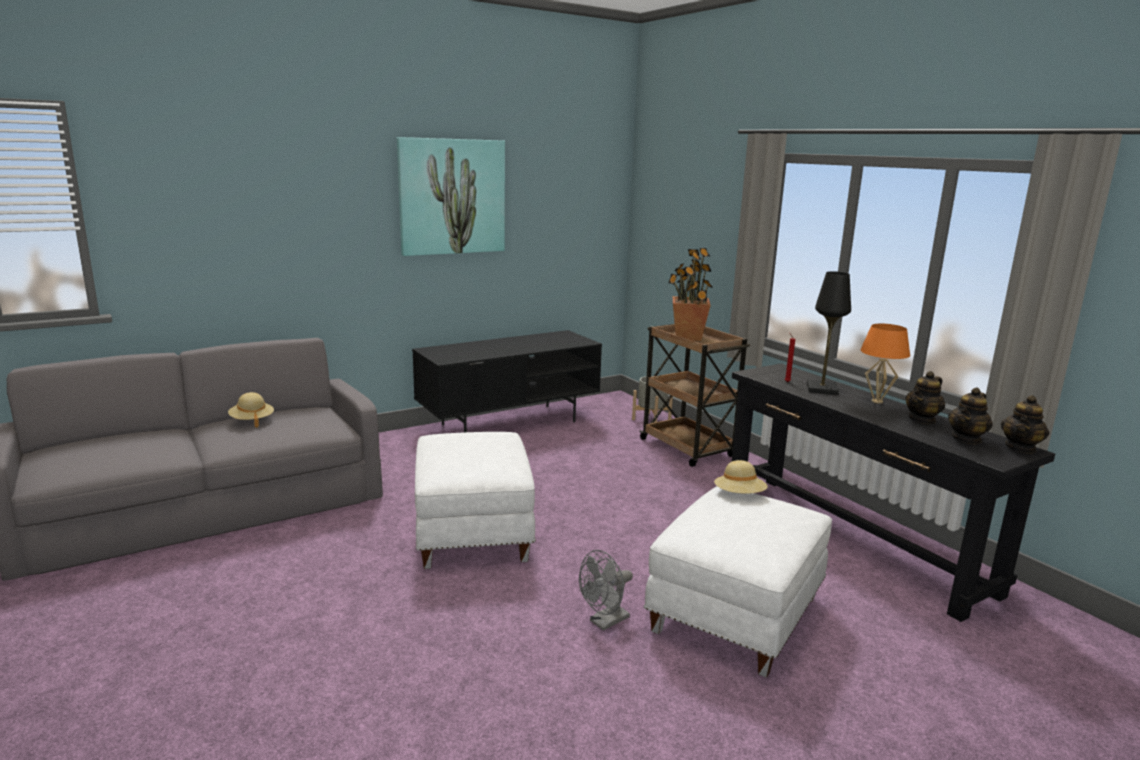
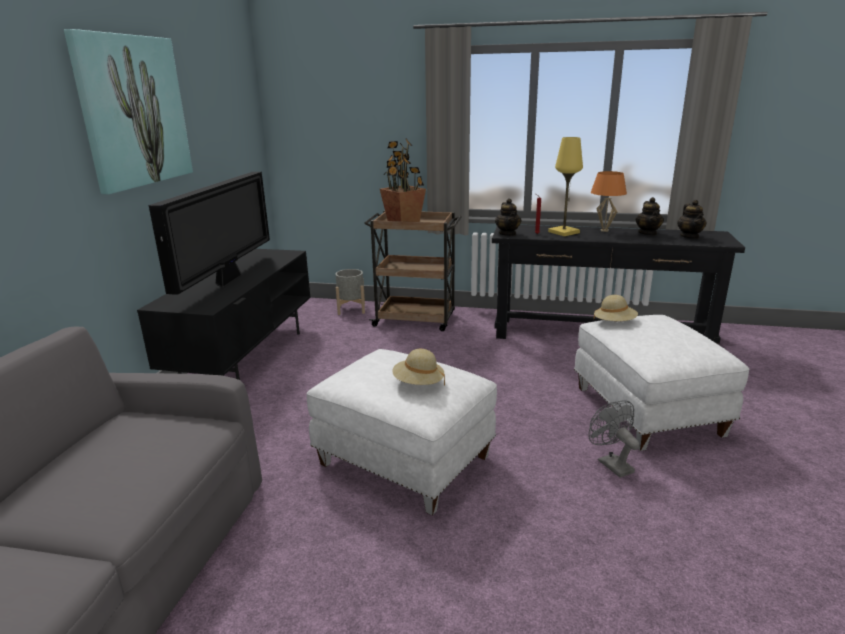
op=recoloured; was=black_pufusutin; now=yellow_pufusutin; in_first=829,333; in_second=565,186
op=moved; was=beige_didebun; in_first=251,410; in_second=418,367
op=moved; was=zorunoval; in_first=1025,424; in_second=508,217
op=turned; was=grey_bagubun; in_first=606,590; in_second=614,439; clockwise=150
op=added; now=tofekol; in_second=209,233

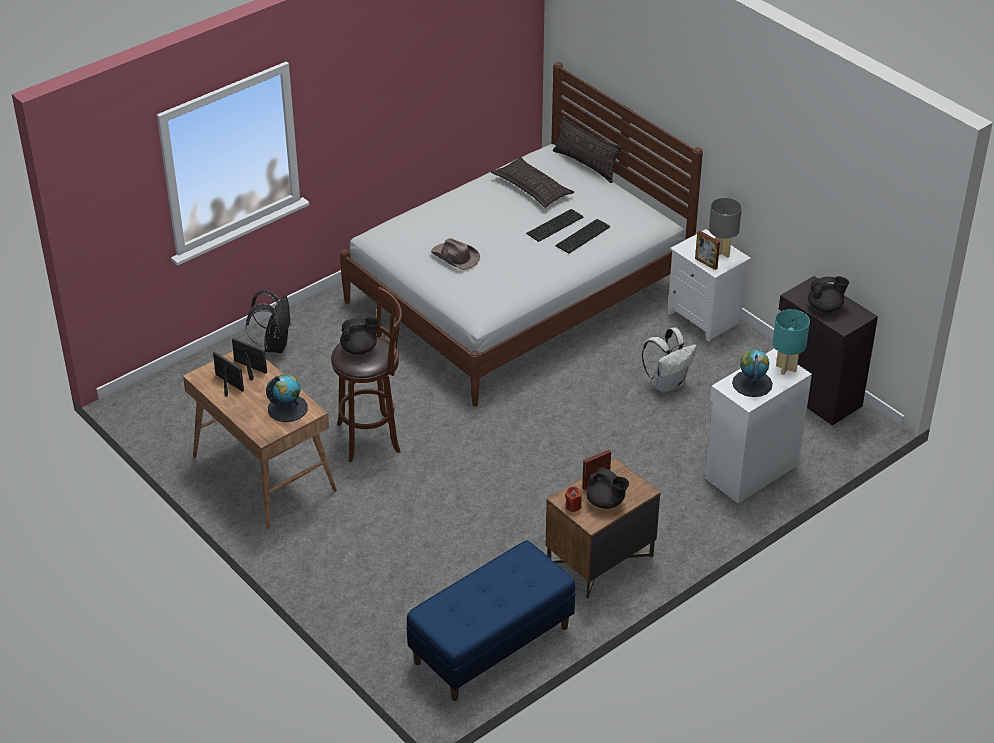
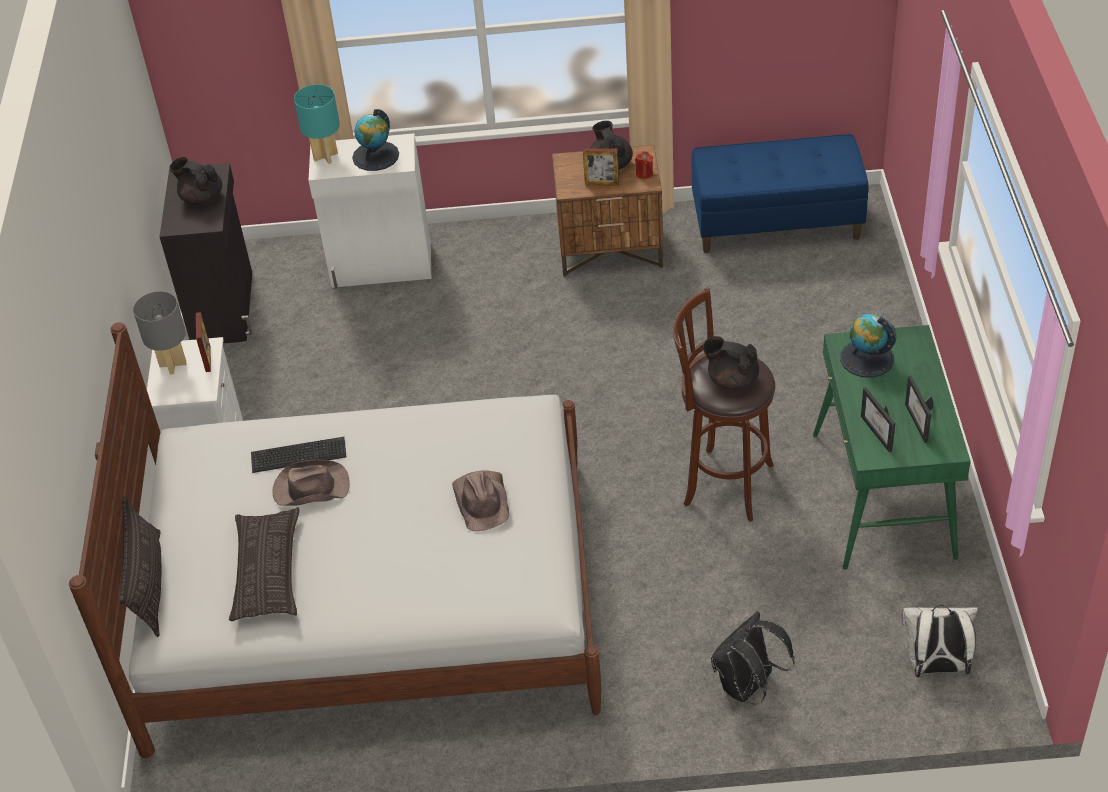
op=replaced; was=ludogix; now=brown_didebun; in_first=554,225; in_second=311,483
op=moved; was=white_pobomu; in_first=669,360; in_second=940,641
op=recoloured; was=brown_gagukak; now=green_gagukak; in_first=260,440; in_second=892,447

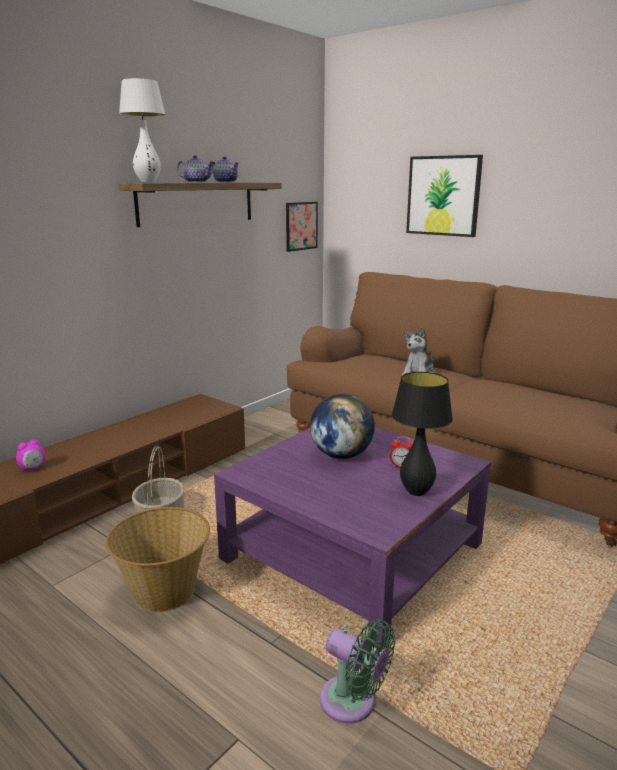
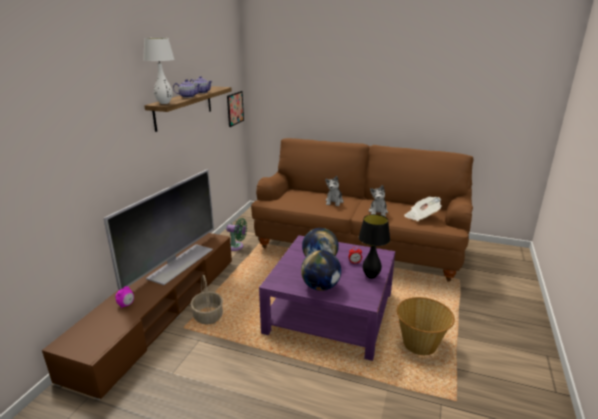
op=removed; was=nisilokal; in_first=444,196
op=moved; was=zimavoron; in_first=158,559; in_second=426,326
op=moved; was=green_bagubun; in_first=357,671; in_second=236,234
op=added; now=tofekol; in_second=158,229
op=added; now=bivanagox; in_second=378,201
op=added; now=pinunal; in_second=423,209
op=added; now=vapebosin; in_second=321,270

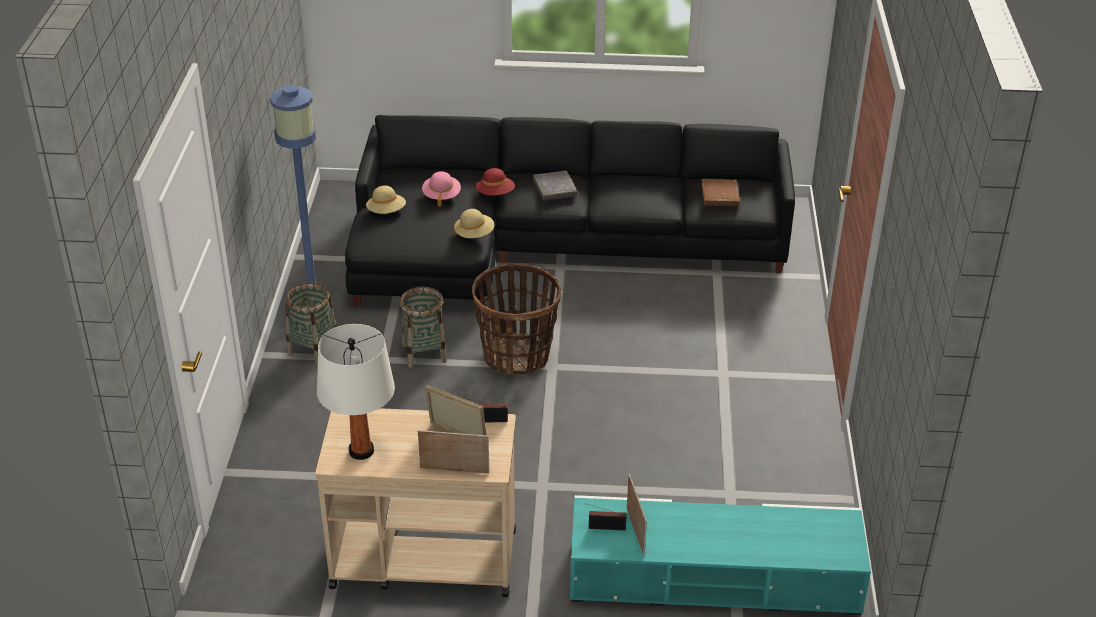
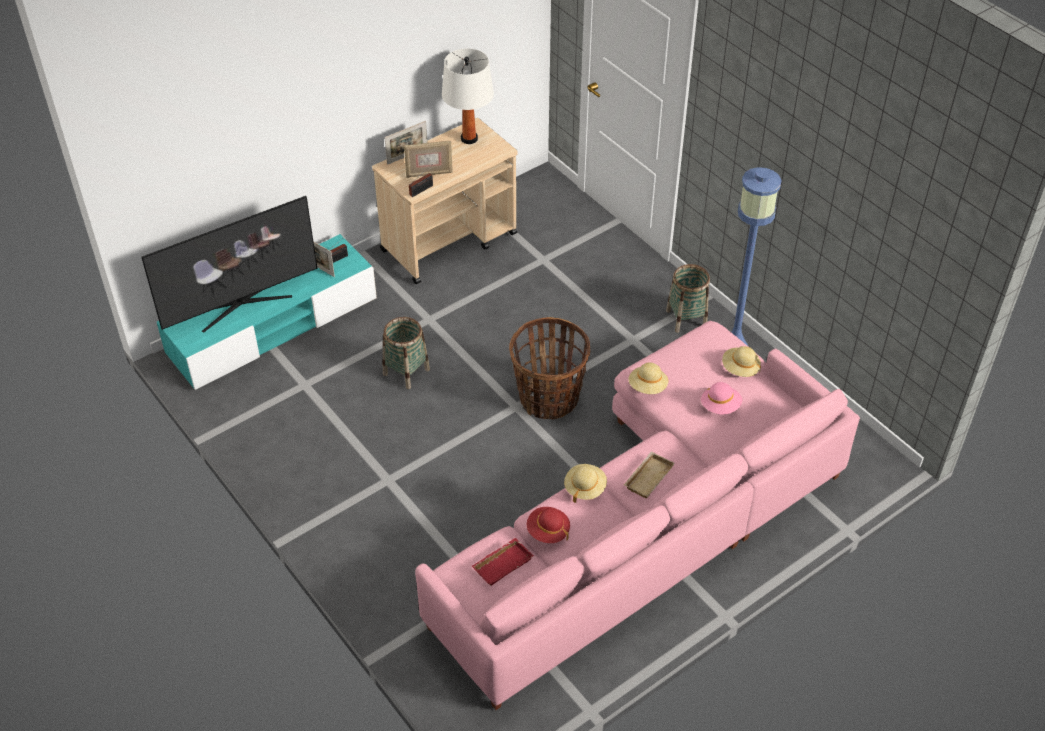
op=recoloured; was=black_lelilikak; now=pink_lelilikak; in_first=570,213; in_second=637,515
op=moved; was=red_didebun; in_first=495,182; in_second=548,525
op=replaced; was=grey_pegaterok; now=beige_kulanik; in_first=555,185; in_second=649,474
op=replaced; was=brown_pegaterok; now=red_kulanik; in_first=720,192; in_second=503,562
op=moved; was=zimavoron; in_first=423,327; in_second=406,353
op=added; now=tofekol; in_second=229,264
op=added; now=beige_didebun; in_second=585,483

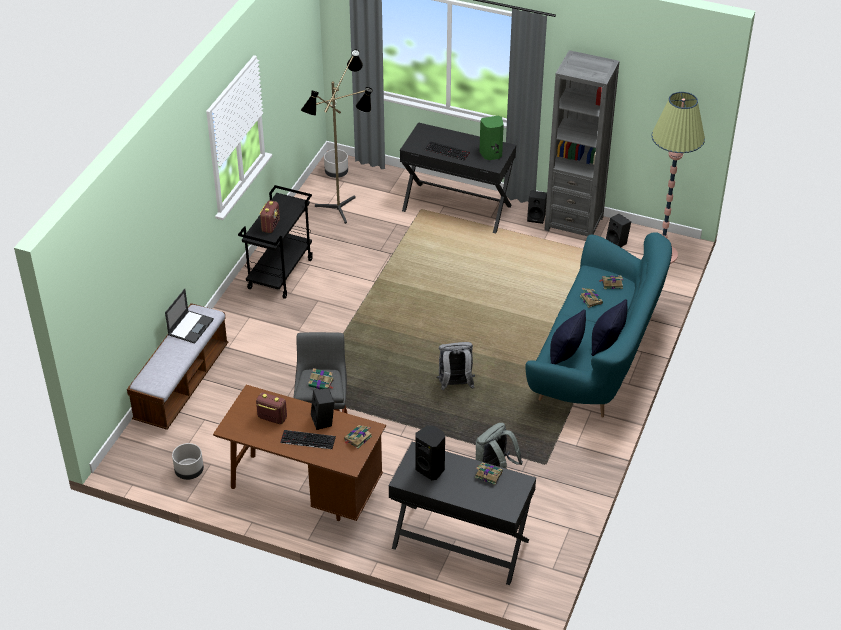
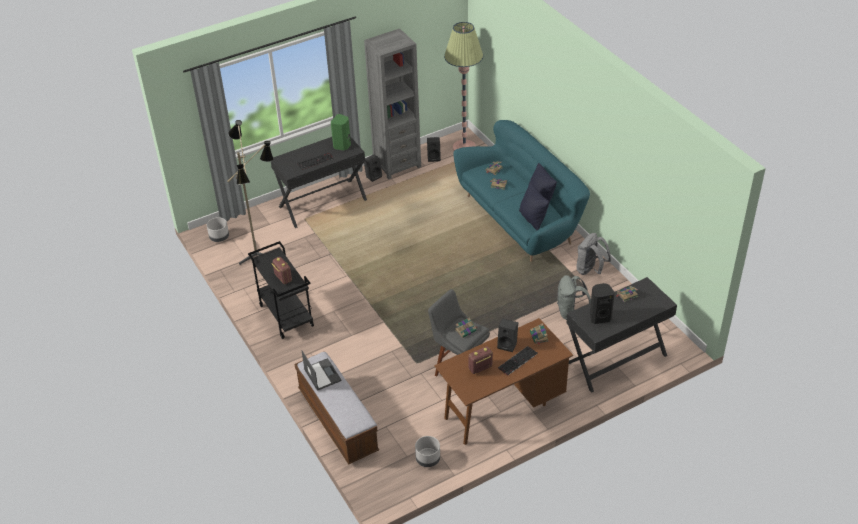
op=moved; was=grey_pobomu; in_first=455,366; in_second=593,254

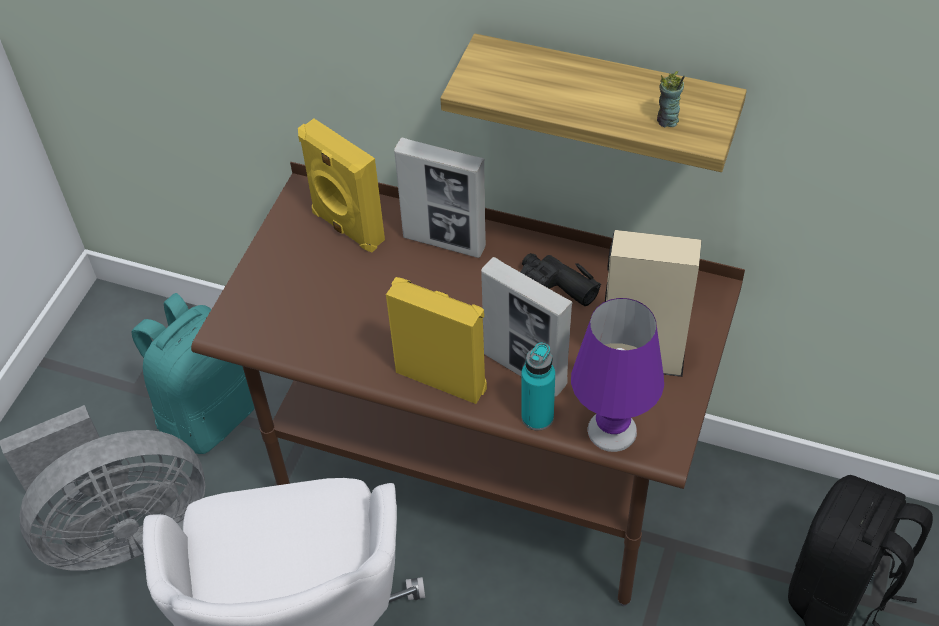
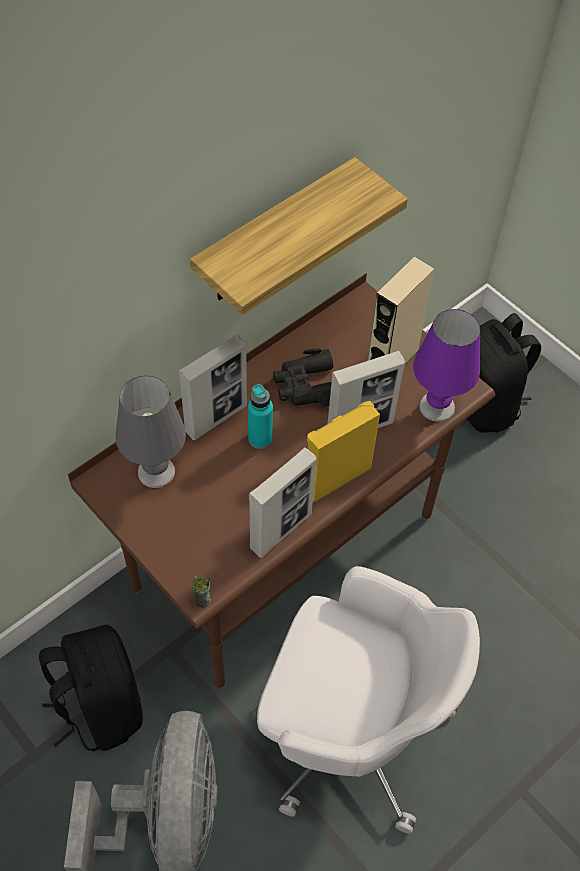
op=moved; was=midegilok; in_first=671,99; in_second=201,591
op=replaced; was=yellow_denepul; now=grey_pufusutin; in_first=341,185; in_second=150,432
op=recoloured; was=turquoise_pobomu; now=black_pobomu; in_first=193,373; in_second=91,688
op=moved; was=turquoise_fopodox; in_first=538,386; in_second=260,416
op=added; now=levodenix; in_second=283,502

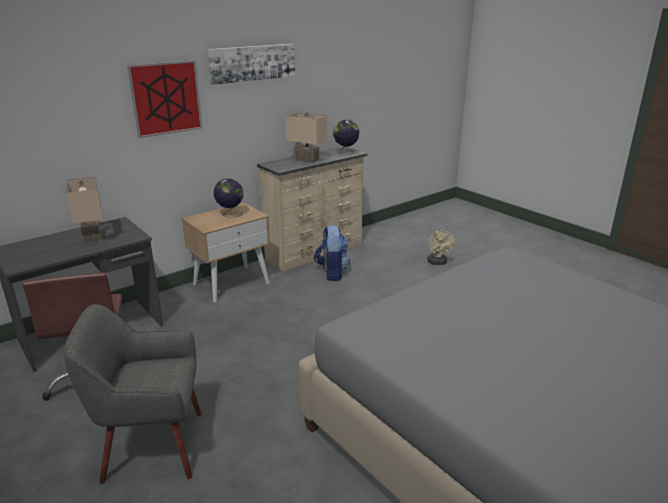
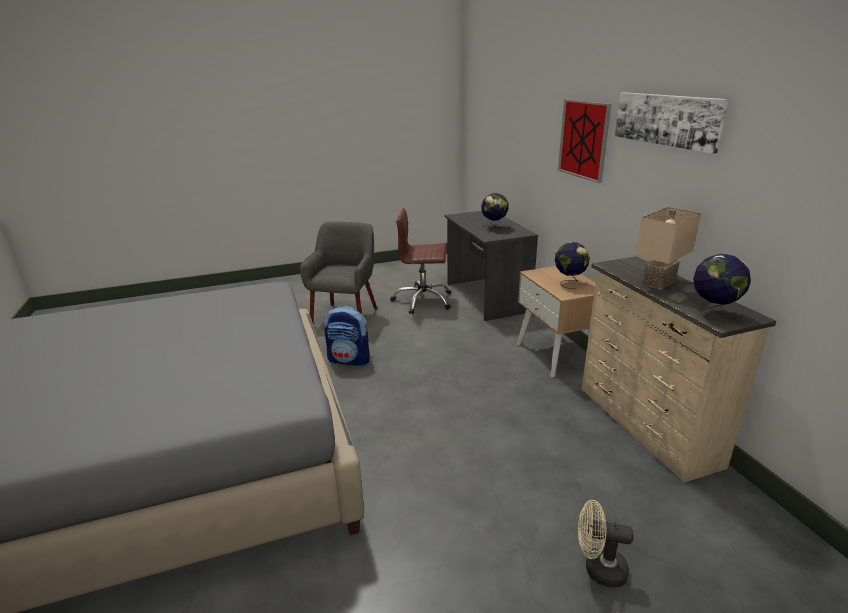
op=replaced; was=beige_pufusutin; now=vapebosin; in_first=84,210; in_second=495,211
op=moved; was=pobomu; in_first=332,253; in_second=347,336

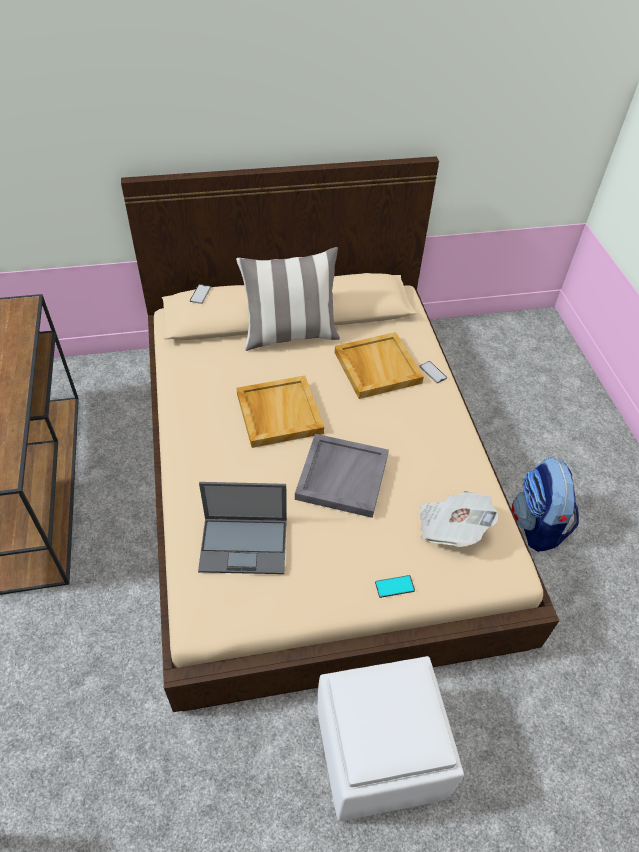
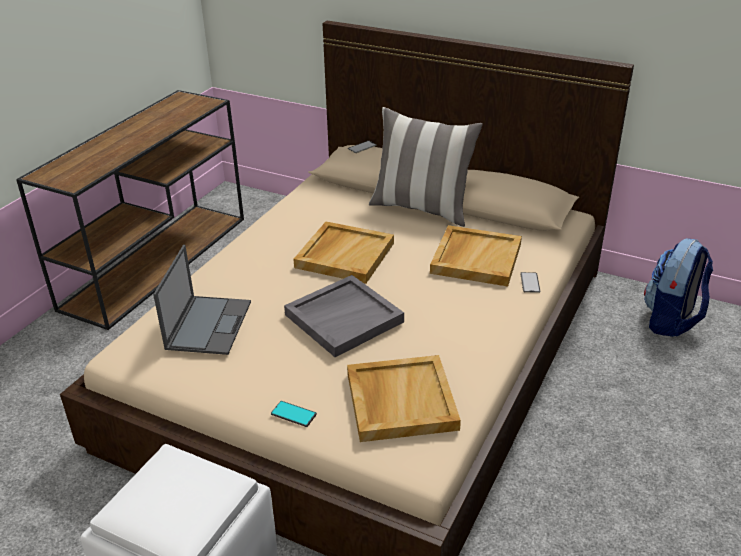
op=moved; was=pobomu; in_first=545,504; in_second=678,287
op=turned; was=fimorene; in_first=242,528; in_second=202,300; clockwise=-120
op=replaced; was=pinunal; now=beige_kulanik; in_first=459,519; in_second=404,398

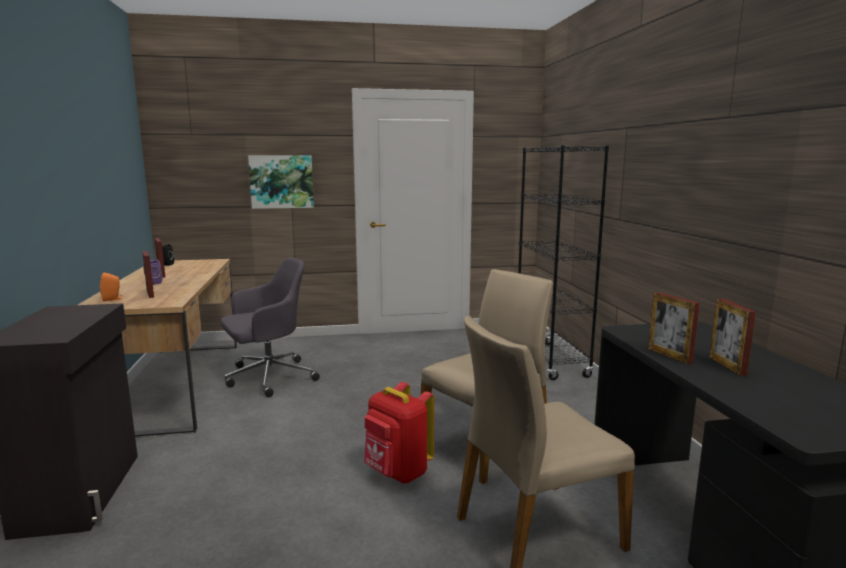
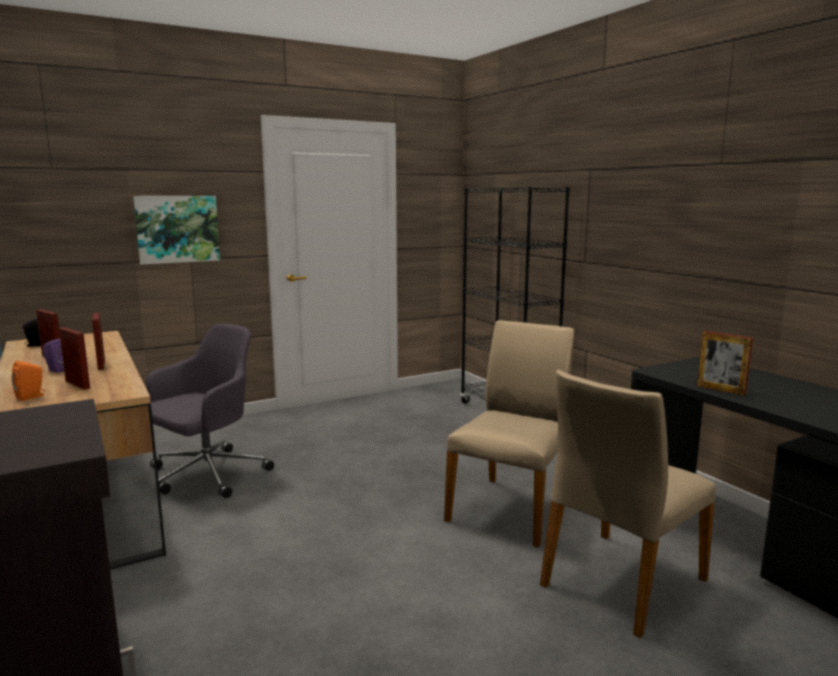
op=moved; was=levodenix; in_first=732,337; in_second=98,341
op=removed; was=red_pobomu; in_first=399,432

